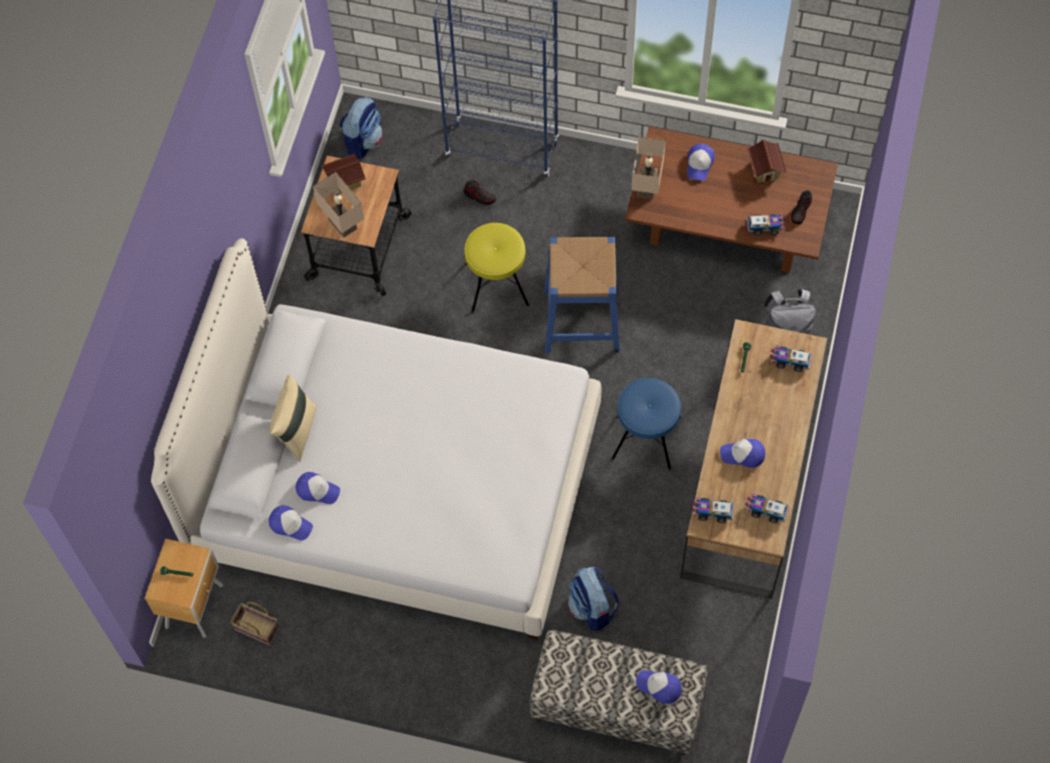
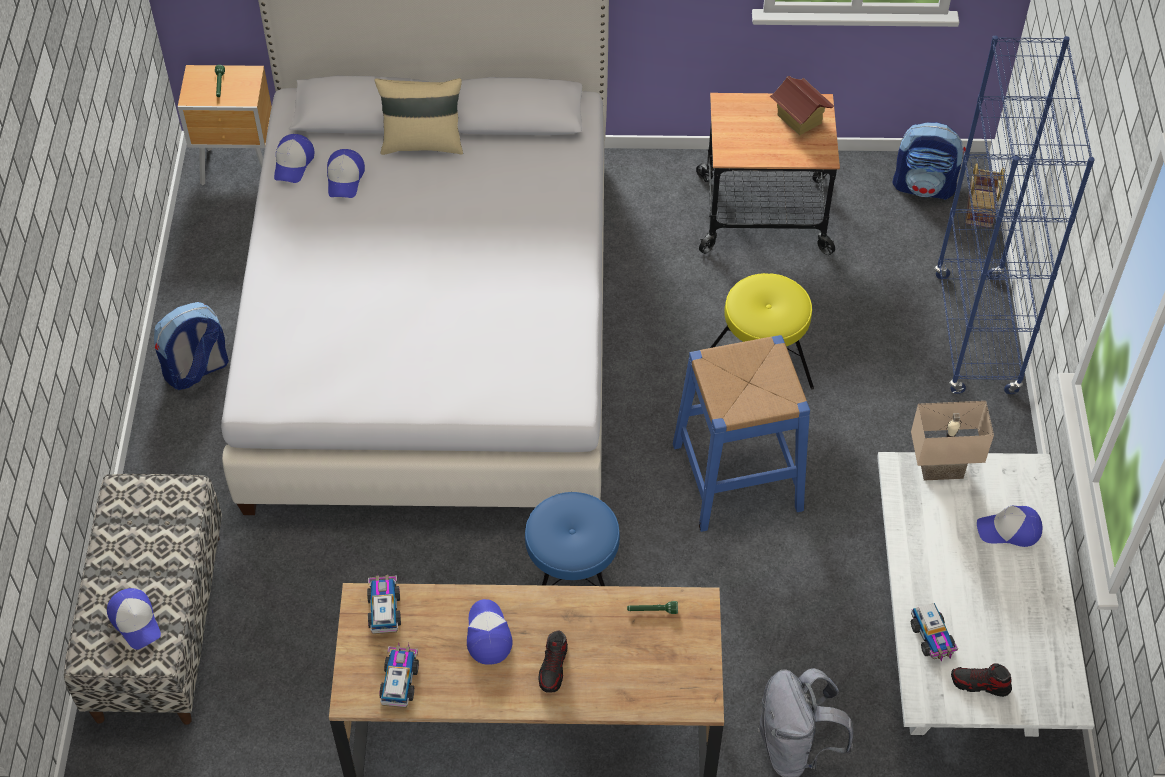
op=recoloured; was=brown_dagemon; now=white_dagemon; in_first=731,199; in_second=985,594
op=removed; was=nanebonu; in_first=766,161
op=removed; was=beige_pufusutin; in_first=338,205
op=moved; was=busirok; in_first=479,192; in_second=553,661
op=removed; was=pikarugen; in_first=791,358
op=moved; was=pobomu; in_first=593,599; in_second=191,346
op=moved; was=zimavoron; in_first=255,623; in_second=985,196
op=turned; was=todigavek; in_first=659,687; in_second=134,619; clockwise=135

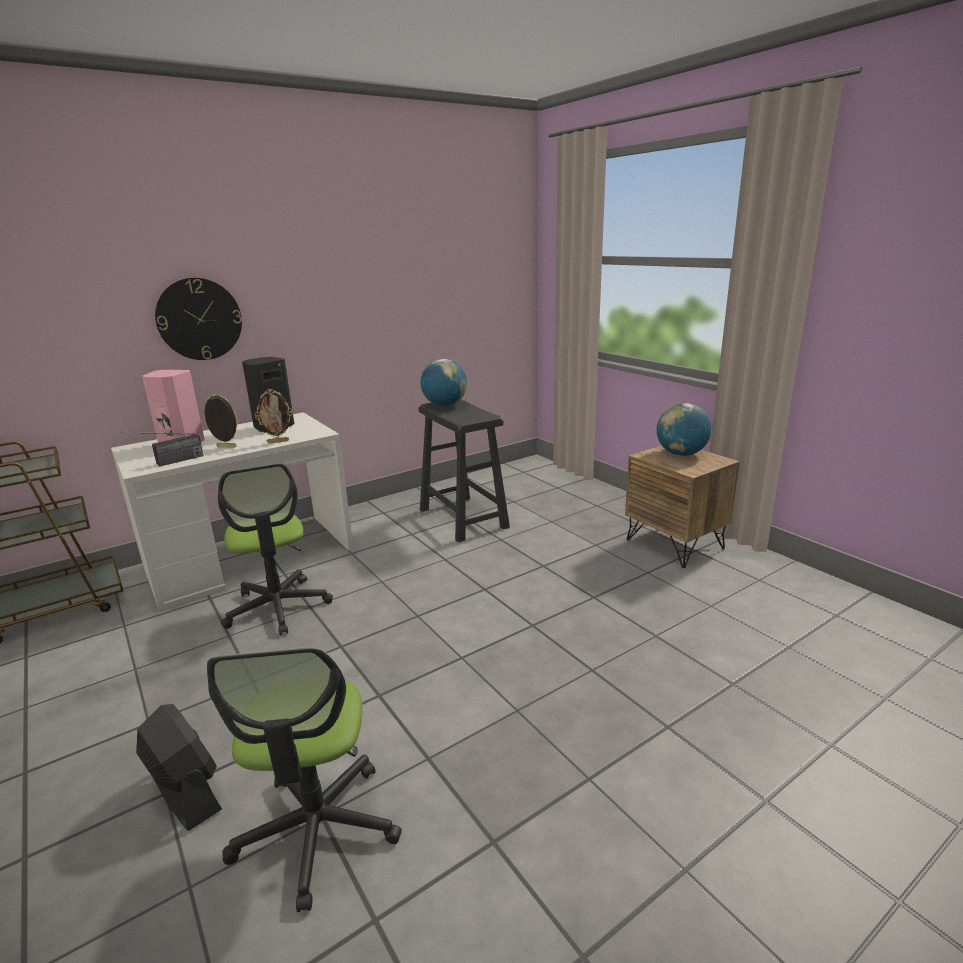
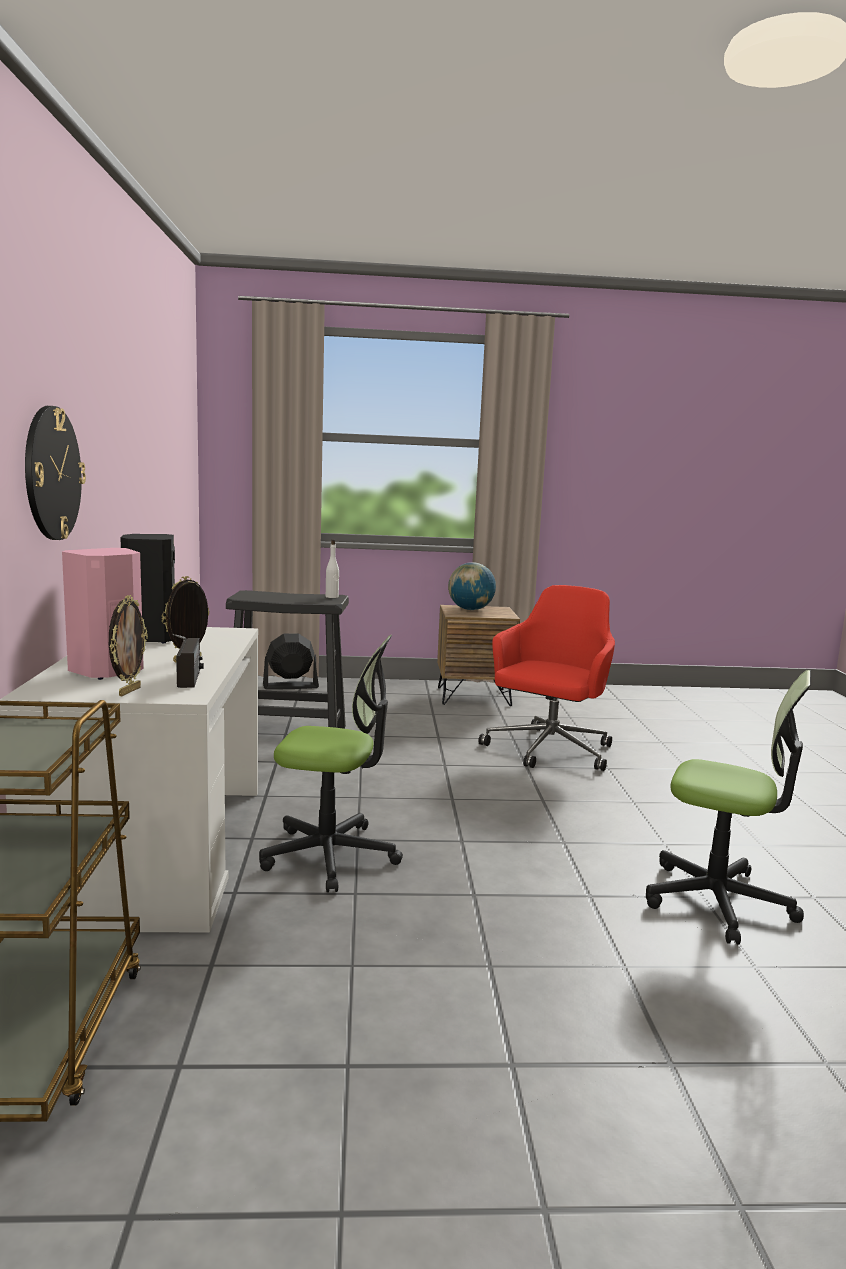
op=removed; was=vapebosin; in_first=443,382
op=moved; was=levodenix; in_first=274,416; in_second=128,645
op=moved; was=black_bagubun; in_first=179,767; in_second=291,661
op=added; now=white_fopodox; in_second=332,569
op=added; now=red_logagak; in_second=546,678

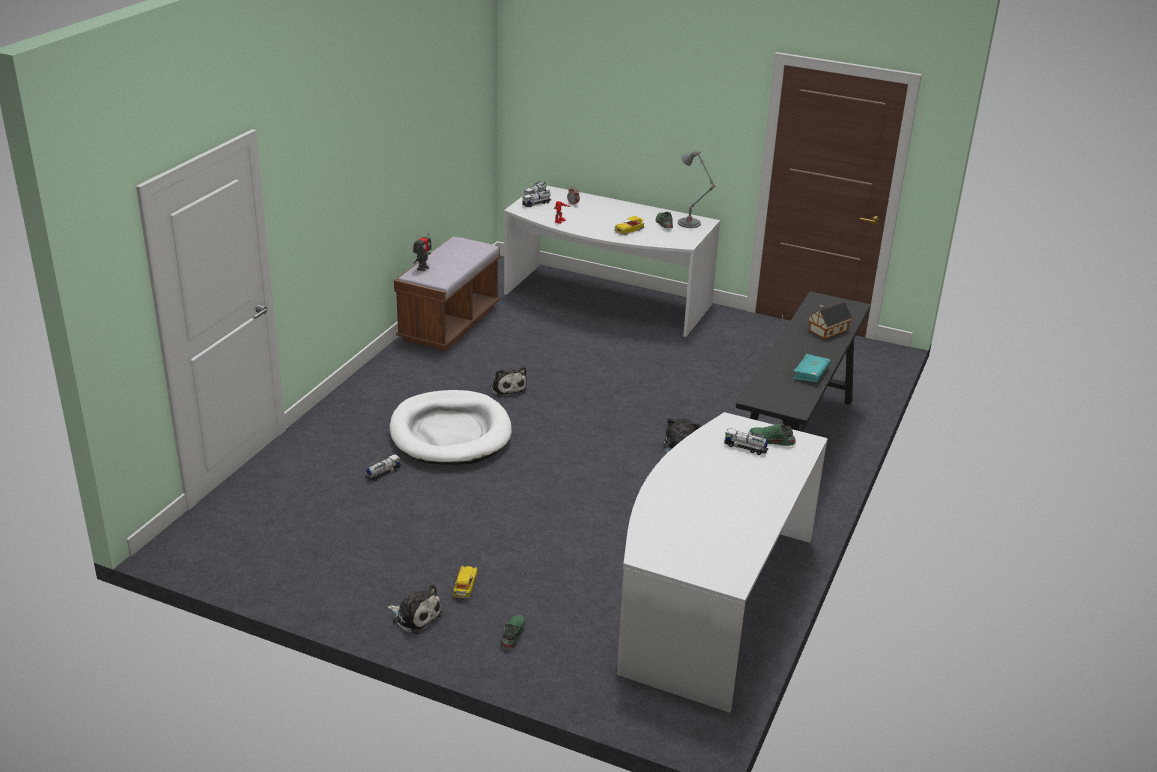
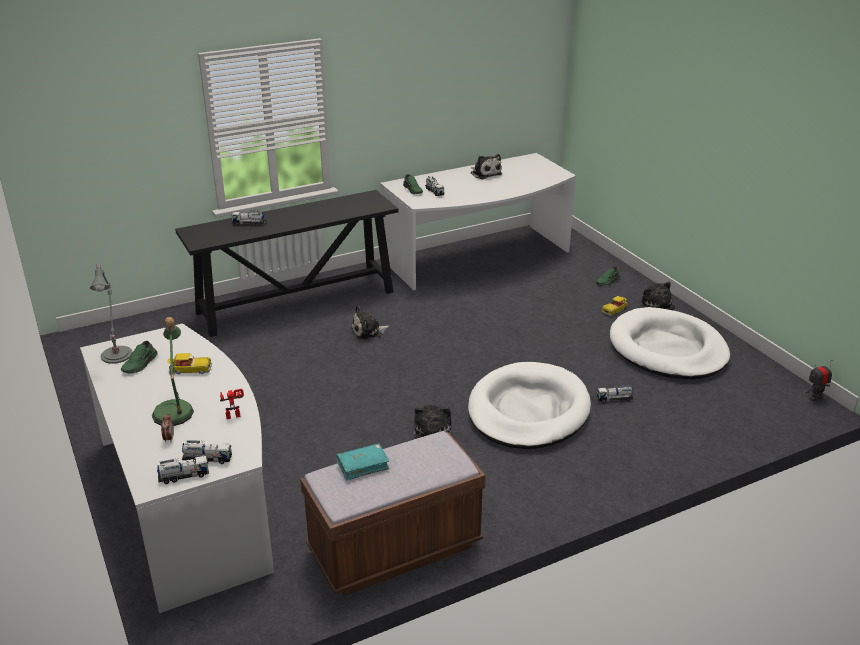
op=moved; was=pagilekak; in_first=422,253; in_second=819,380
op=replaced; was=nanebonu; now=pikarugen; in_first=830,320; in_second=248,218
op=moved; was=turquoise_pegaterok; in_first=812,368; in_second=363,462
op=added; now=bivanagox; in_second=486,166
op=added; now=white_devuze; in_second=670,343
op=added; now=pufusutin; in_second=173,371

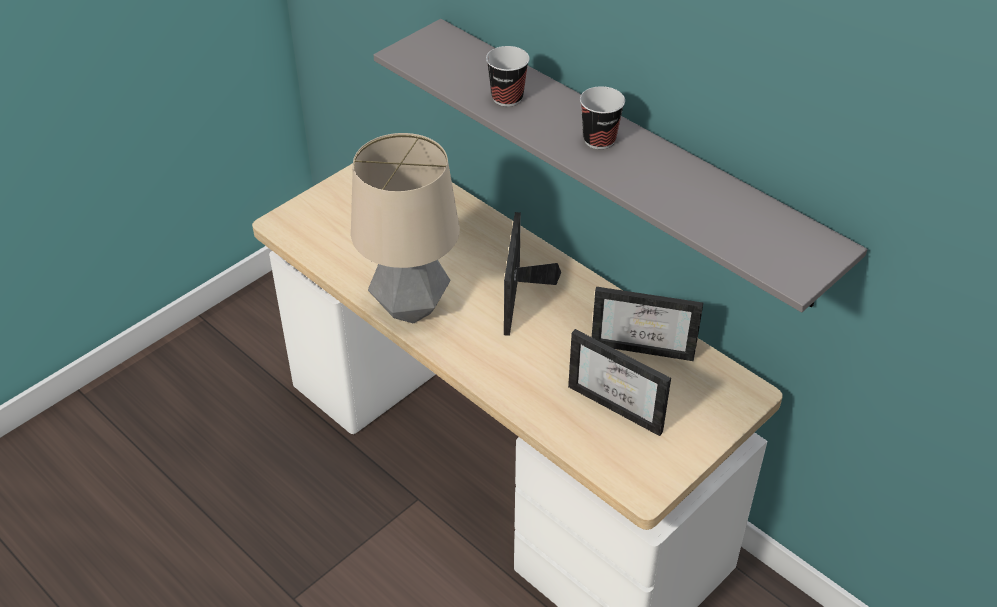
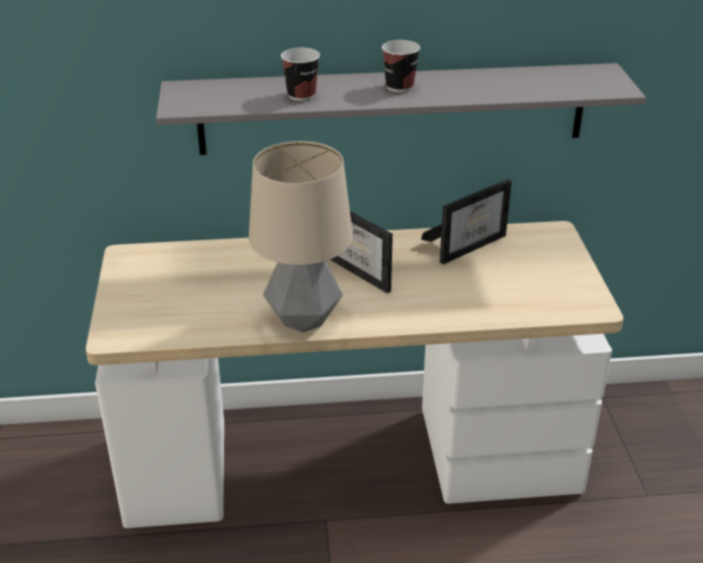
op=removed; was=levodenix; in_first=619,382

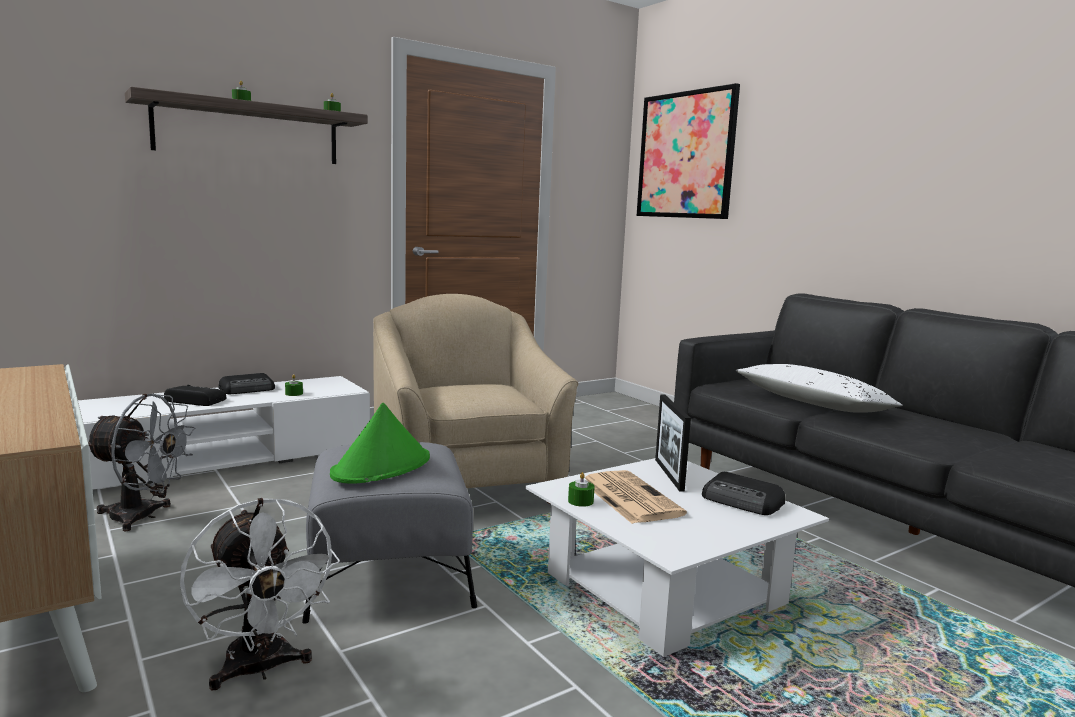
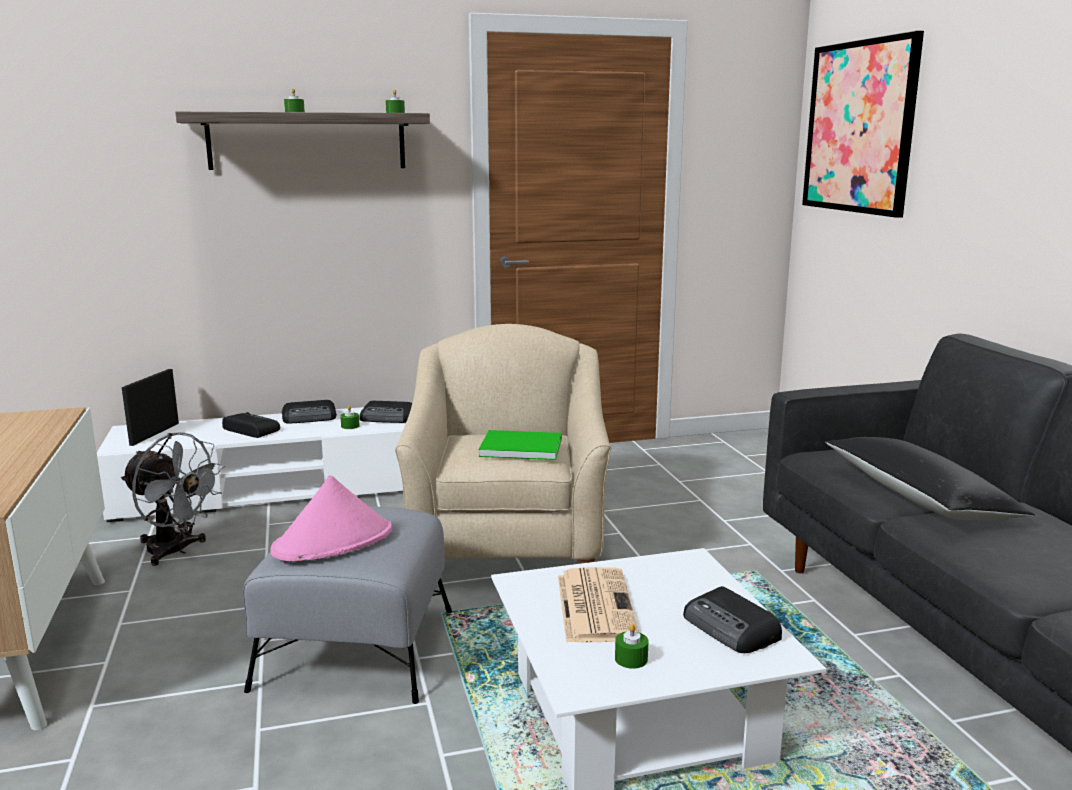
op=recoloured; was=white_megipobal; now=black_megipobal; in_first=819,388; in_second=930,478
op=moved; was=levodenix; in_first=673,442; in_second=150,407
op=recoloured; was=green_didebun; now=pink_didebun; in_first=380,443; in_second=331,518
op=moved; was=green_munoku; in_first=581,489; in_second=631,646
op=removed; was=white_bagubun; in_first=260,594
op=added; now=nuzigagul; in_second=385,412
op=added; now=green_pegaterok; in_second=520,445

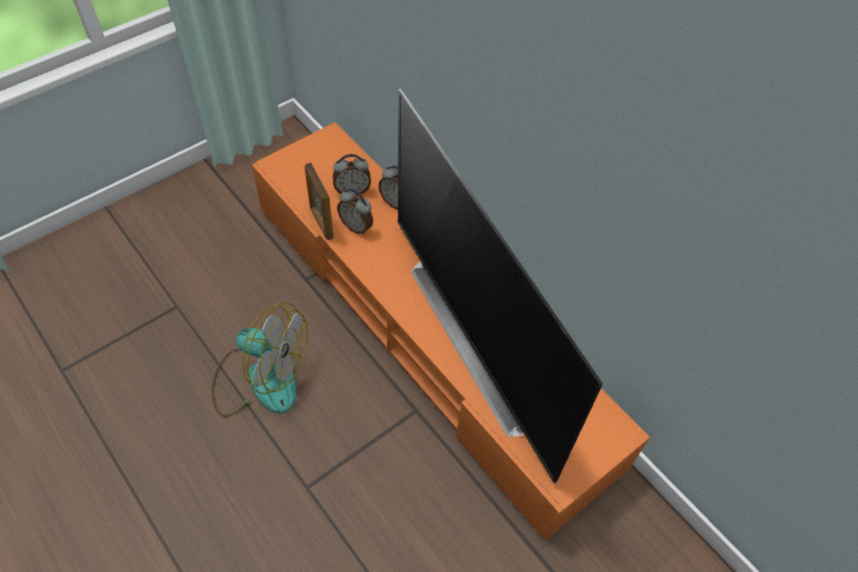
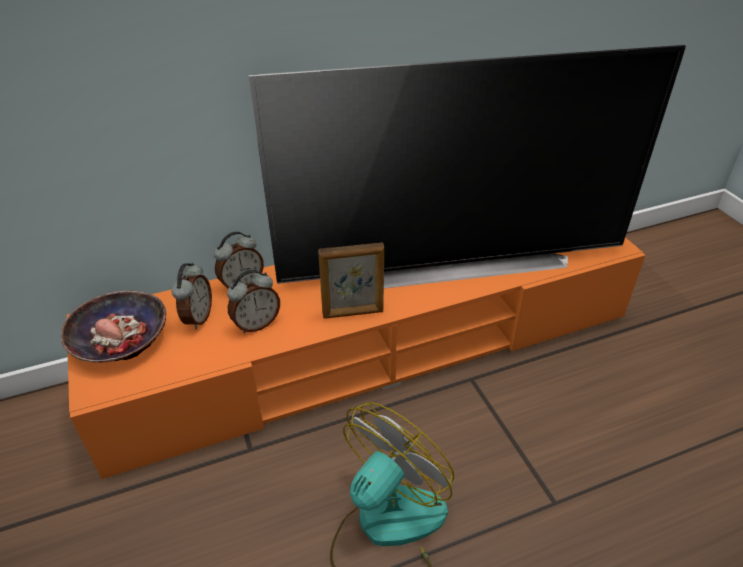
op=moved; was=levodenix; in_first=319,201; in_second=351,280
op=added; now=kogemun; in_second=113,327

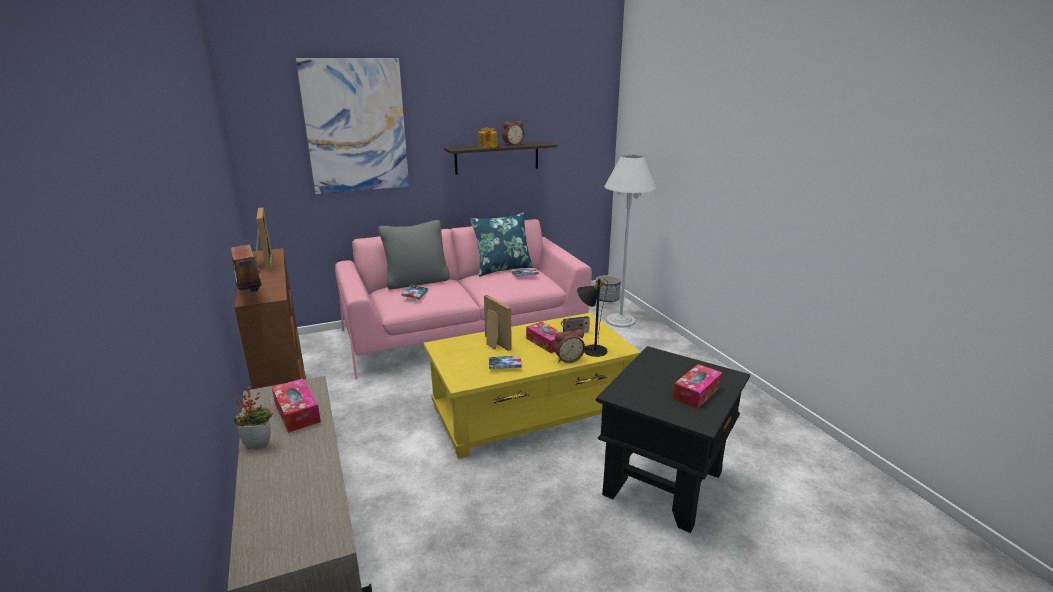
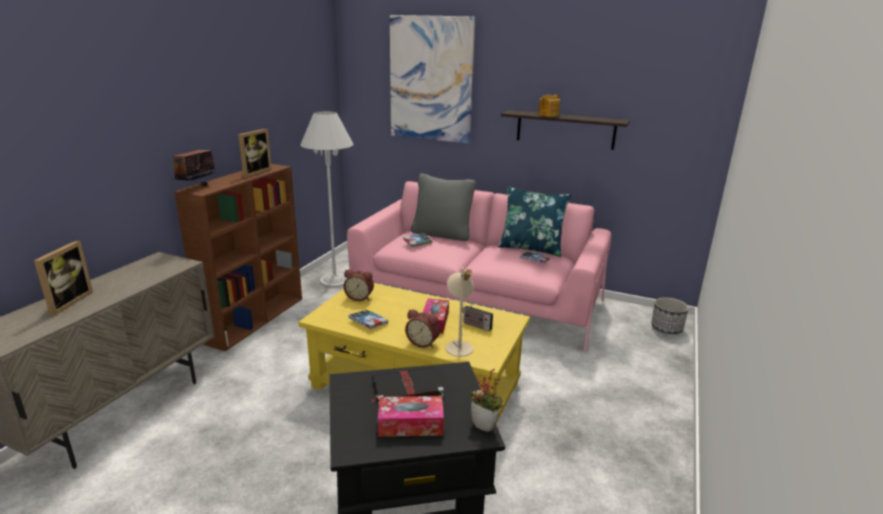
op=moved; was=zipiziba; in_first=513,133; in_second=358,285
op=moved; was=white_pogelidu; in_first=630,241; in_second=326,199
op=recoloured; was=black_pufusutin; now=beige_pufusutin; in_first=592,318; in_second=460,312
op=moved; was=levodenix; in_first=498,323; in_second=63,278
op=removed; was=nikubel; in_first=296,405
op=moved; was=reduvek; in_first=253,417; in_second=487,400
op=added; now=black_pegaterok; in_second=407,386

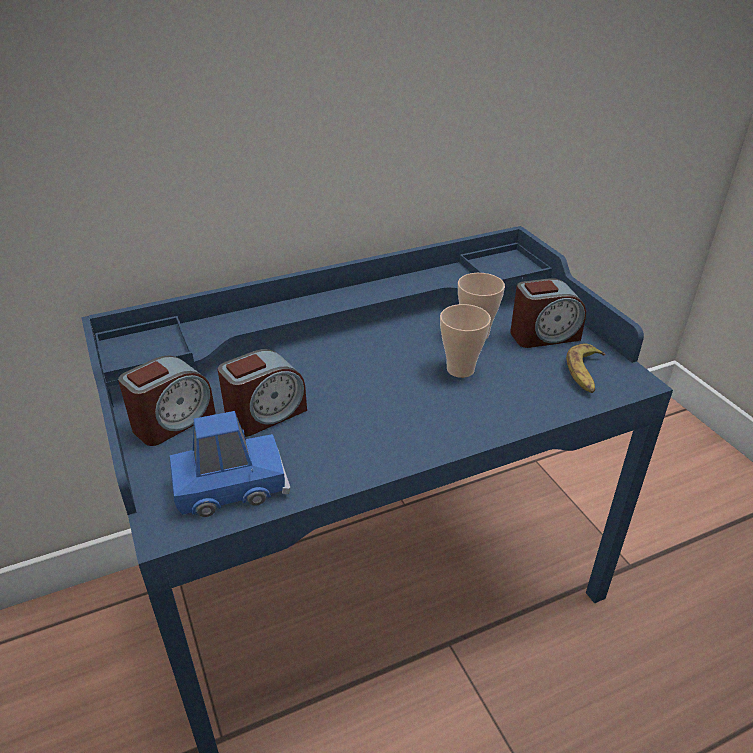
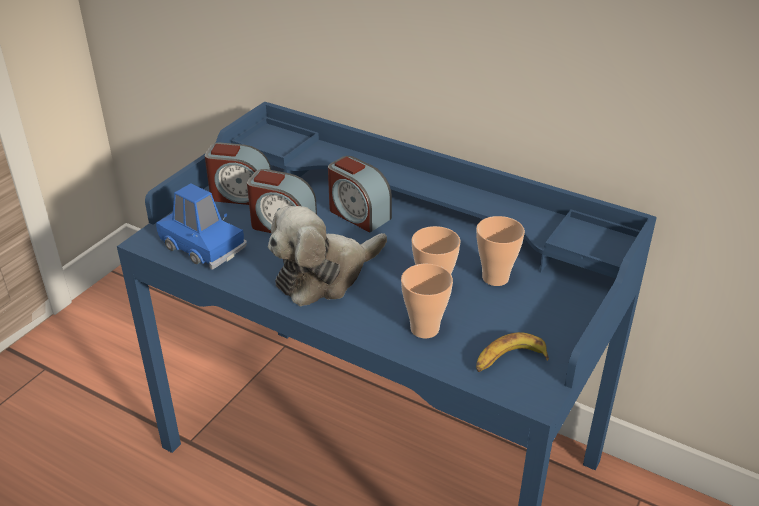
op=moved; was=zipiziba; in_first=548,313; in_second=360,194
op=added; now=bivanagox; in_second=327,256
op=added; now=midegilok; in_second=427,301

